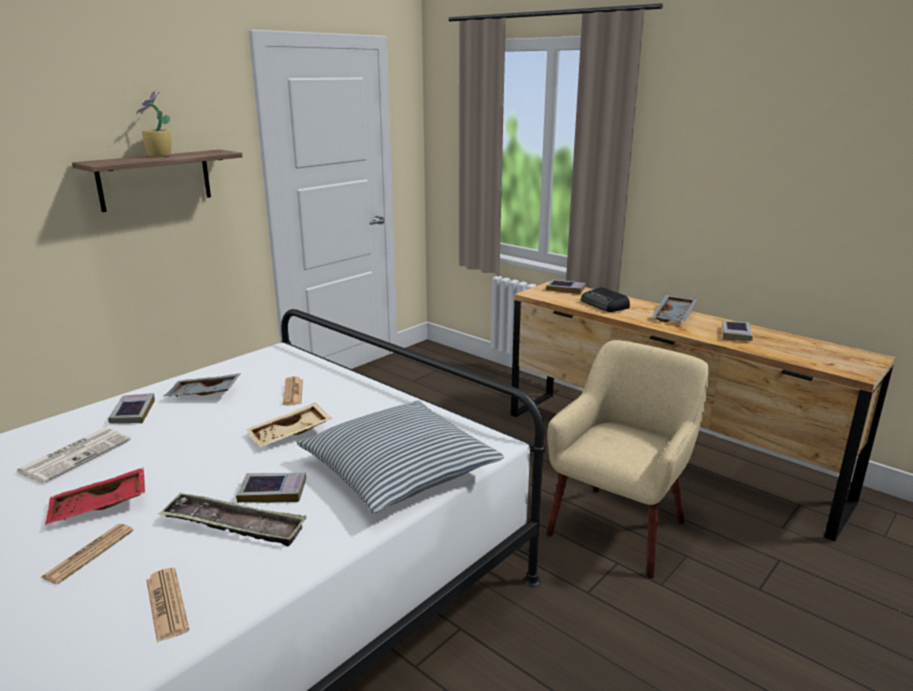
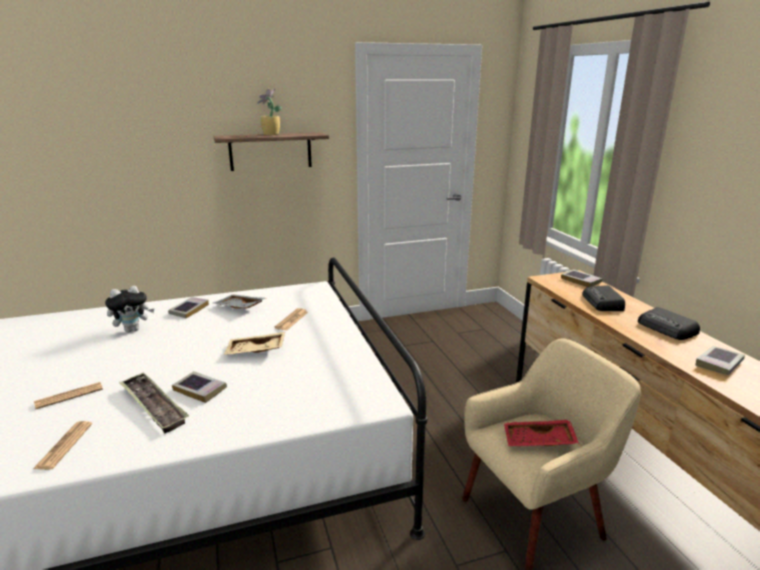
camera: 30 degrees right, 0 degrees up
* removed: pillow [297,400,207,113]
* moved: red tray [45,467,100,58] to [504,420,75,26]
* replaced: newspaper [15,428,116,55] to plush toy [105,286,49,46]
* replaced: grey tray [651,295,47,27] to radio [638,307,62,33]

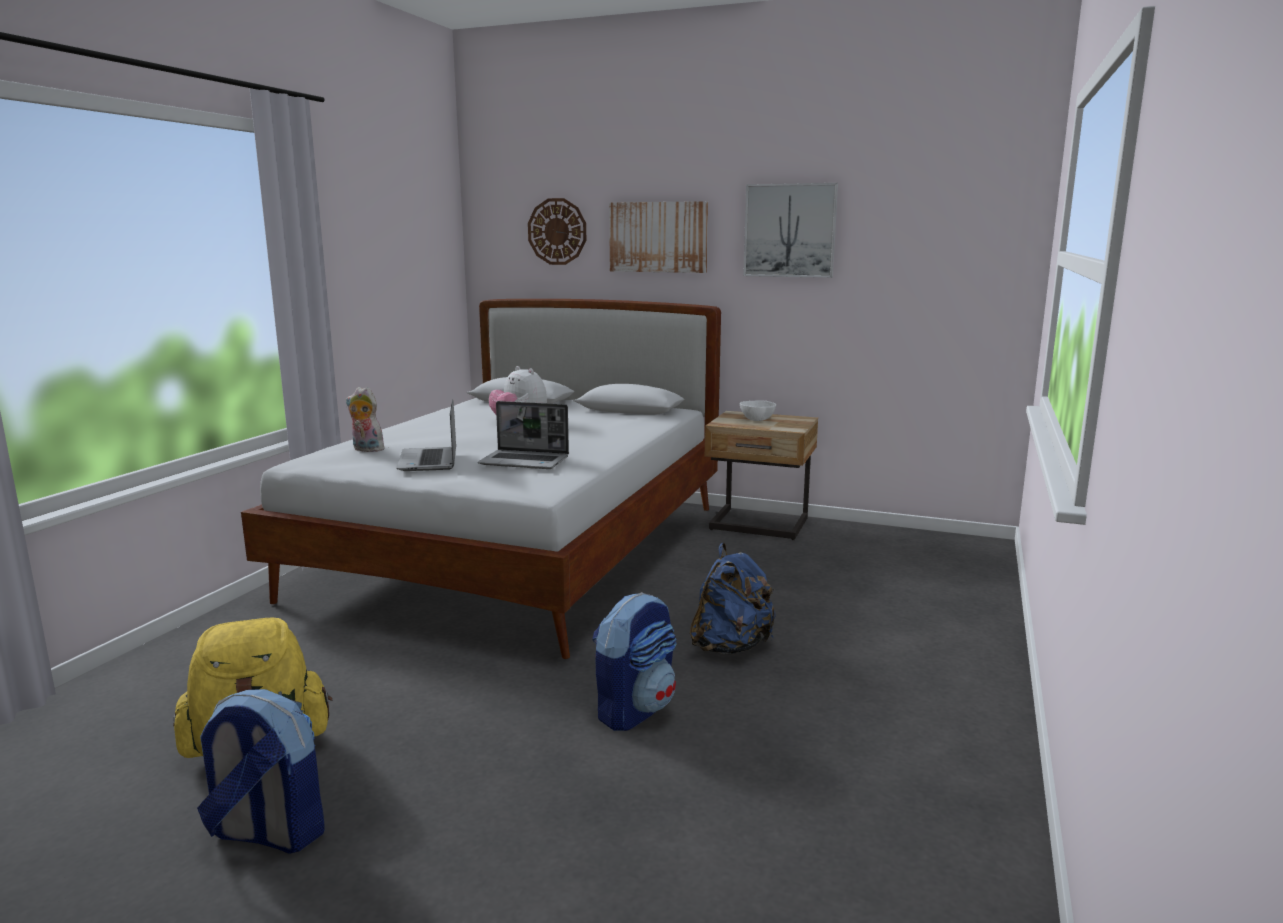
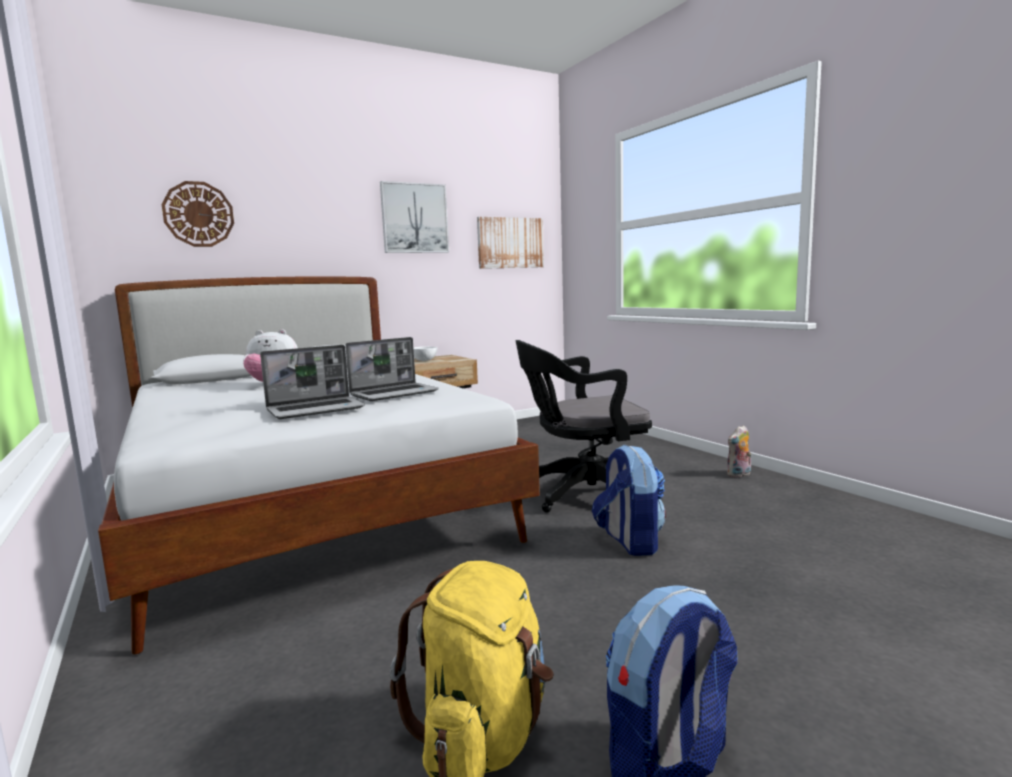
camera: 50 degrees left, 5 degrees down
* moved: plush toy [346,387,41,65] to [727,425,24,52]
* moved: picture [609,201,99,72] to [477,217,67,52]
* replaced: blue backpack [690,543,86,111] to black office chair [516,340,136,173]
* turned: laptop [396,399,60,72] = [260,345,105,74] 60 degrees counterclockwise

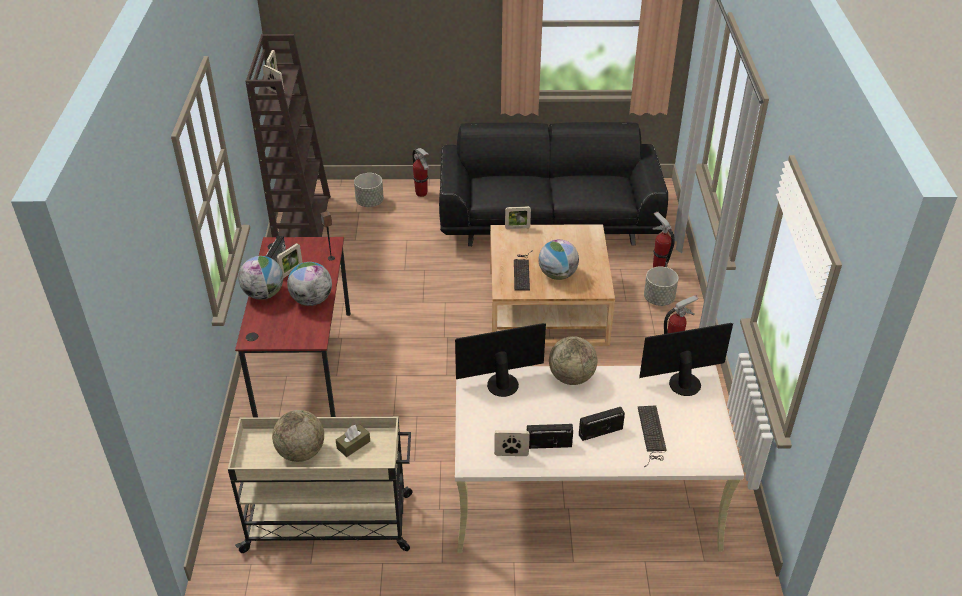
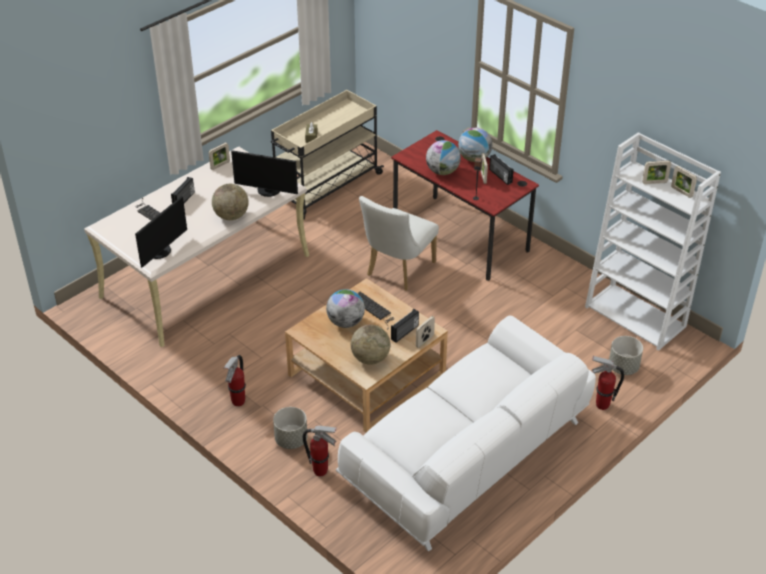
camera: 135 degrees right, 0 degrees up
* added: white chair [359,196,80,95]
* moved: globe [272,410,52,52] to [351,324,39,41]
* moved: radio [527,424,46,25] to [391,309,28,34]
* recoloured: brown bookcase [245,34,86,203] to white bookcase [585,132,136,219]
* recoloured: black sofa [439,122,229,124] to white sofa [336,315,260,236]
* turned: monitor [455,323,91,74] = [231,150,67,47] 75 degrees clockwise

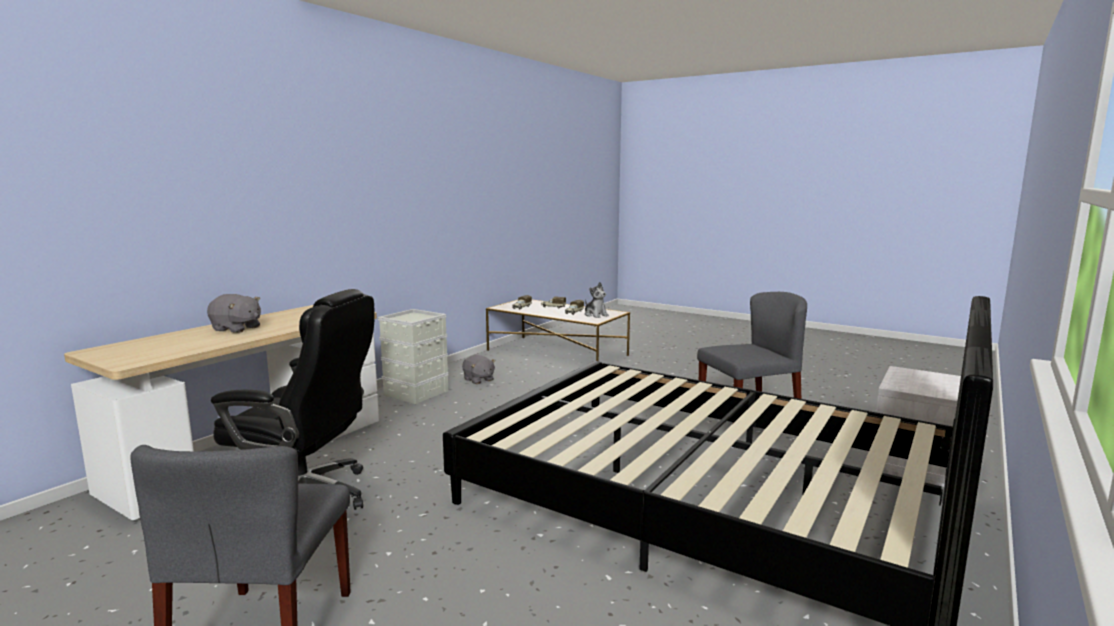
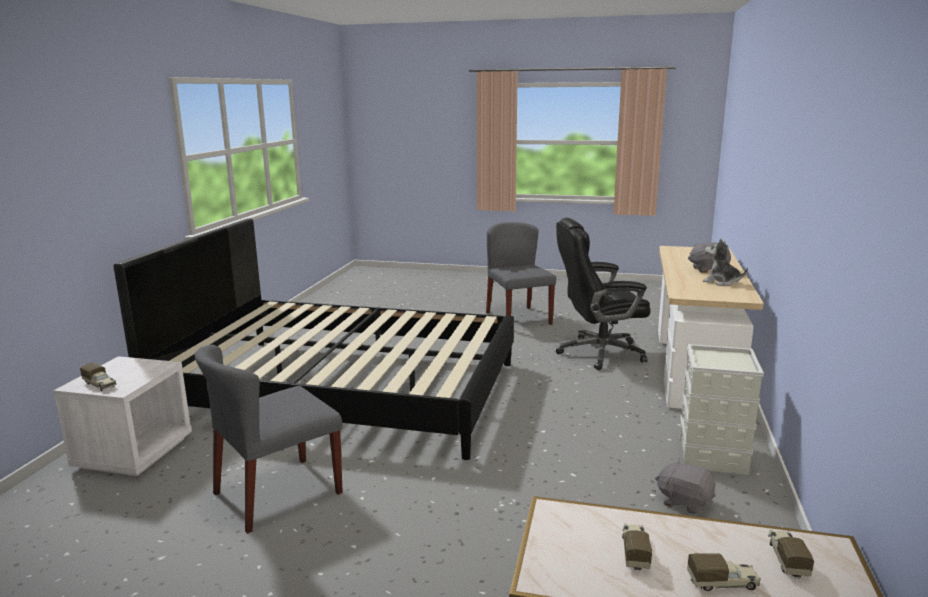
camera: 160 degrees right, 5 degrees up
* added: toy truck [80,363,37,28]
* moved: plush toy [585,282,24,36] to [703,239,45,47]

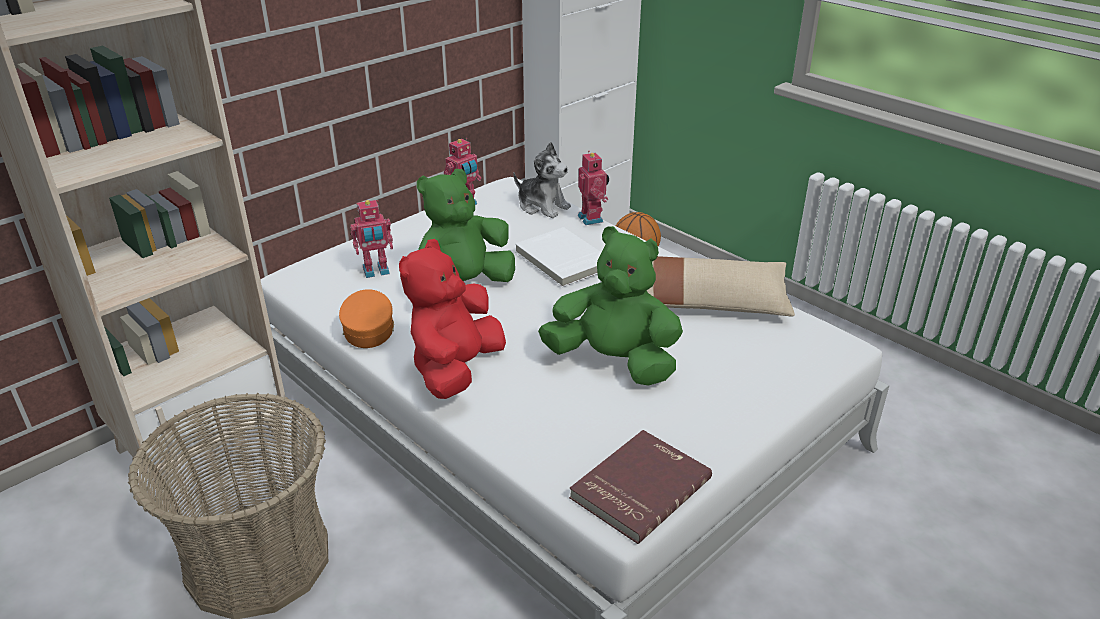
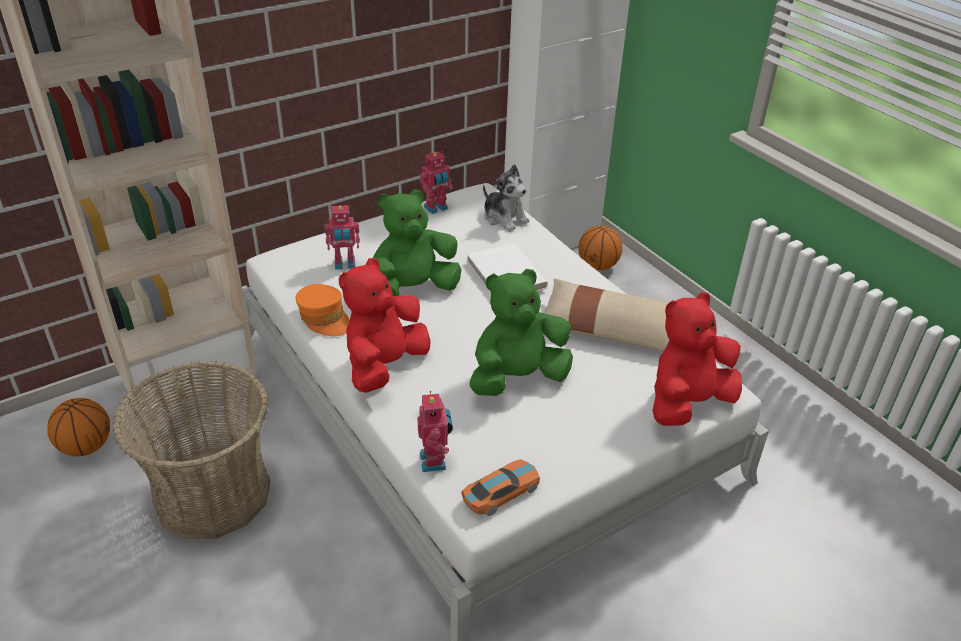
camera: 10 degrees right, 5 degrees up
* added: basketball [47,398,63,59]
* added: red plush toy [653,292,89,134]
* moved: toy robot [578,151,31,74] to [418,391,35,81]
* replaced: red book [569,430,143,114] to toy car [461,459,79,57]
* turned: orange cap [339,289,55,59] = [296,284,54,52] 135 degrees clockwise
* turned: green plush toy [538,226,145,160] = [469,269,104,127] 60 degrees counterclockwise

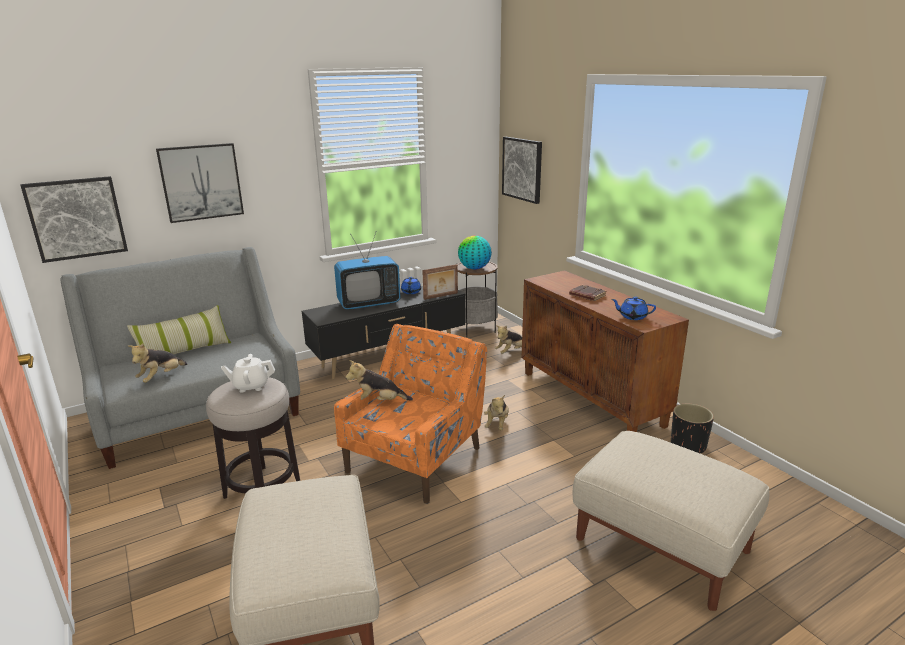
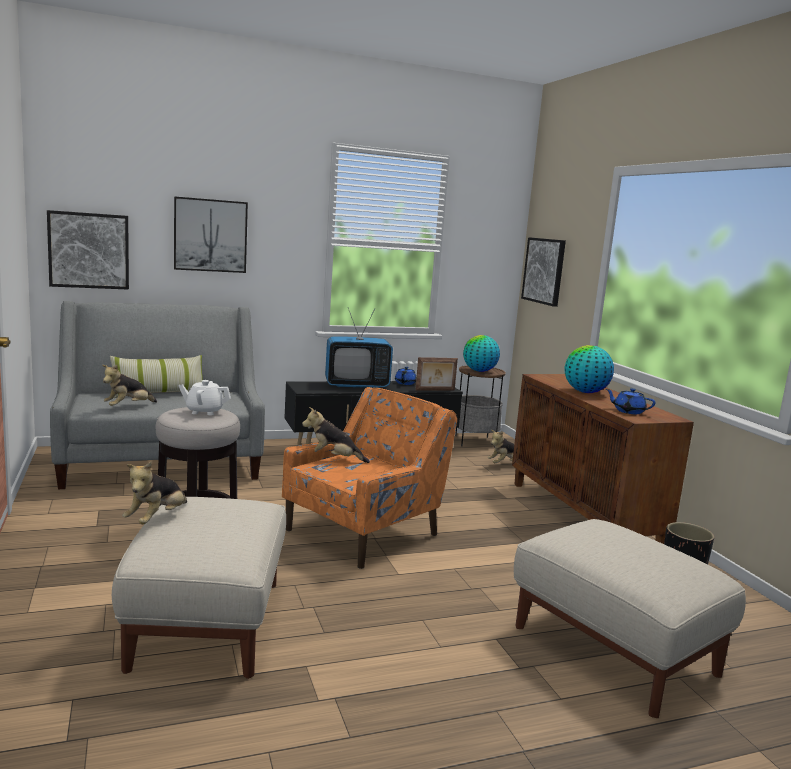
camera: 10 degrees right, 10 degrees down
* moved: plush toy [484,395,25,35] to [123,462,64,62]
* replaced: brown book [569,285,37,16] to globe [565,345,49,48]

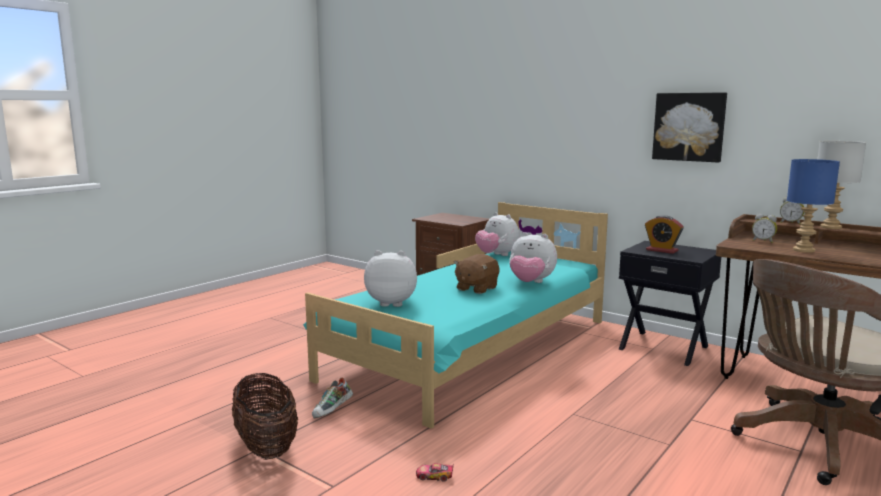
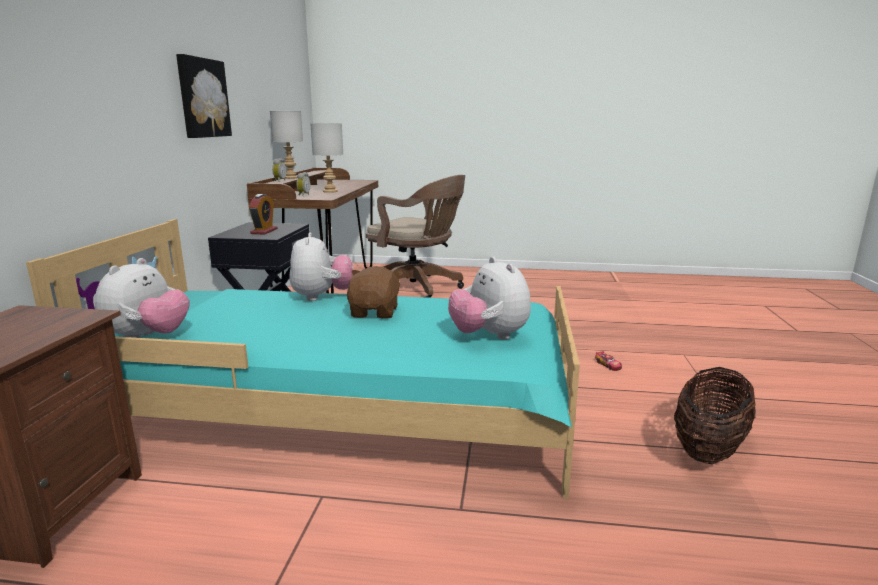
camera: 120 degrees left, 5 degrees up
* removed: shoe [312,377,41,42]
* recoloured: blue table lamp [787,159,53,94] to grey table lamp [311,123,32,70]
* turned: brown plush toy [454,254,45,40] = [347,266,56,53] 90 degrees counterclockwise

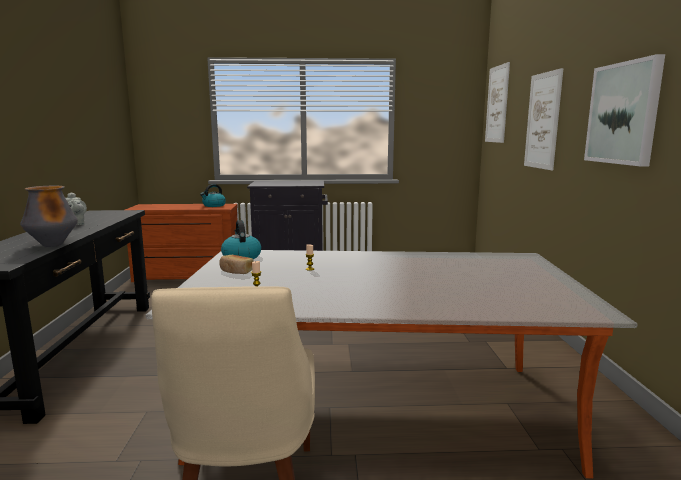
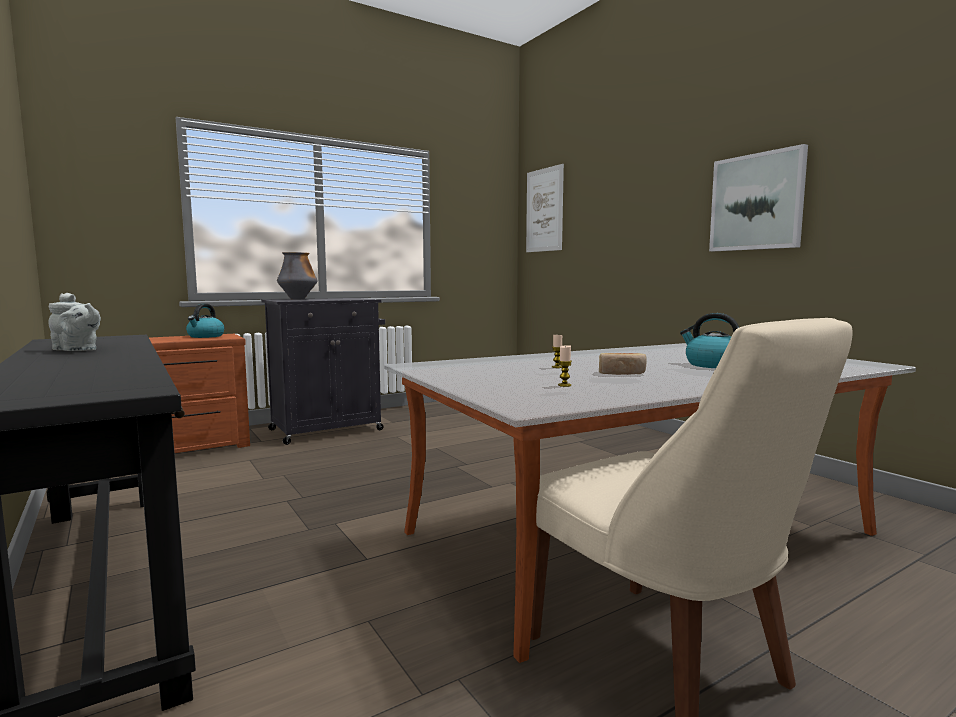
camera: 30 degrees left, 5 degrees down
* removed: picture [524,68,39,102]
* moved: vase [20,186,58,61] to [277,252,40,47]
* moved: bread [219,255,35,19] to [599,353,48,22]
* moved: kettle [221,220,40,39] to [680,313,59,55]

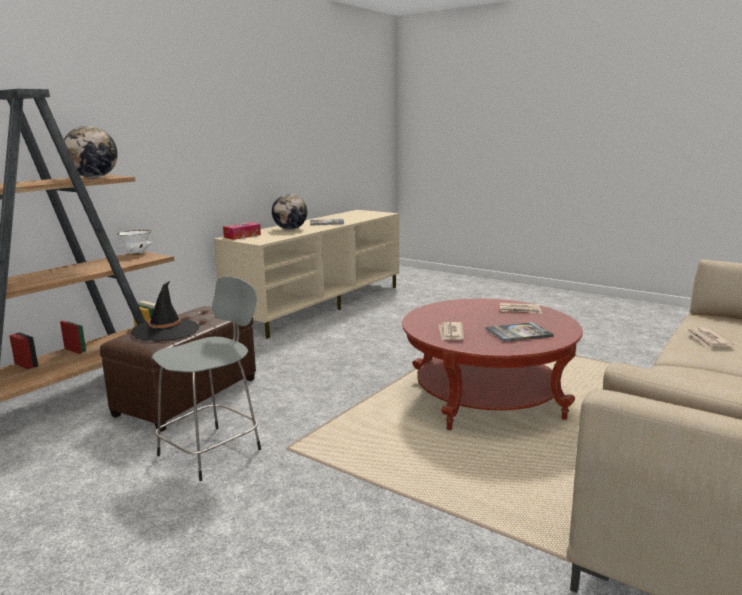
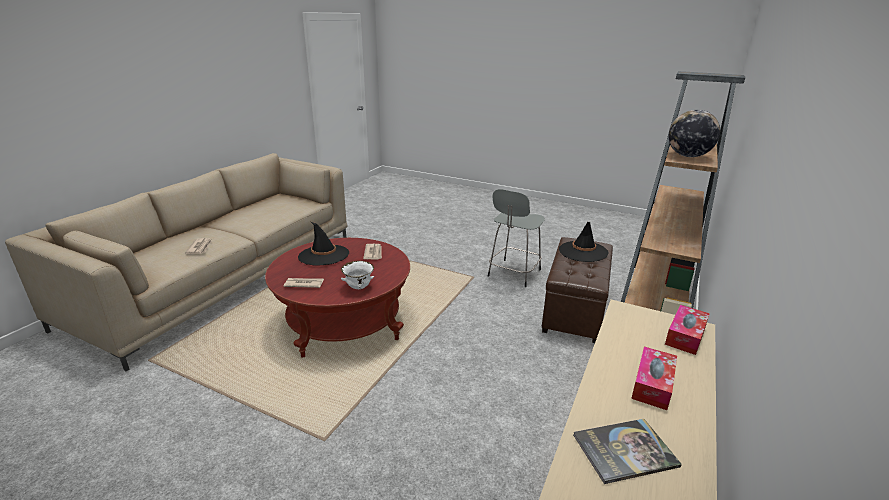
camera: 170 degrees right, 10 degrees up
* moved: white bowl [117,230,35,25] to [341,261,33,28]
* replaced: globe [272,194,35,36] to tissue box [631,347,46,63]
* replaced: book [486,322,68,20] to black hat [298,222,51,44]

